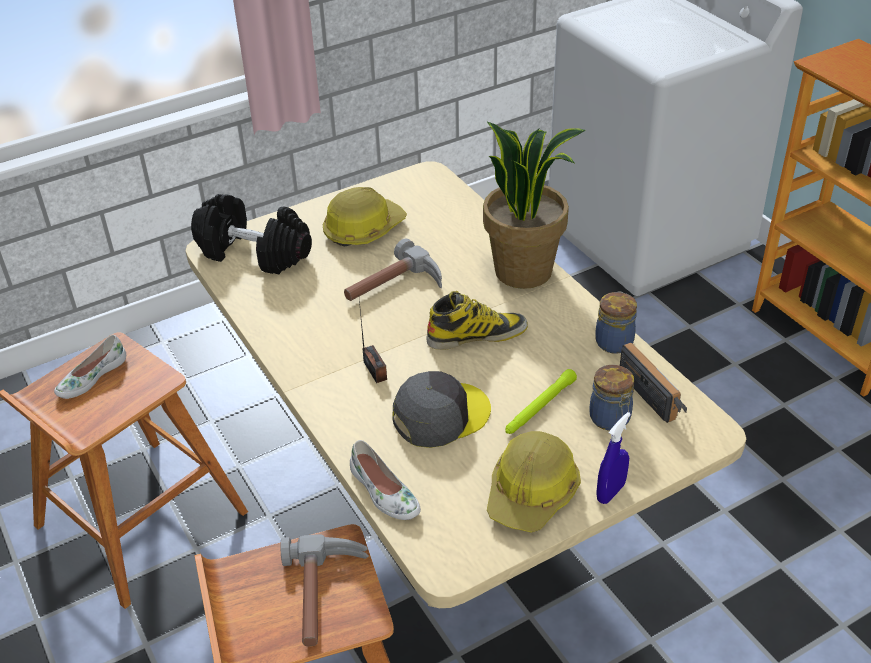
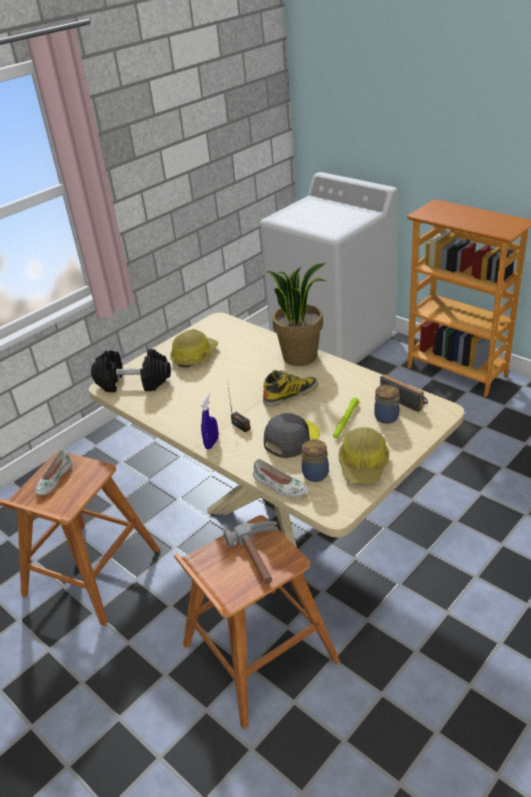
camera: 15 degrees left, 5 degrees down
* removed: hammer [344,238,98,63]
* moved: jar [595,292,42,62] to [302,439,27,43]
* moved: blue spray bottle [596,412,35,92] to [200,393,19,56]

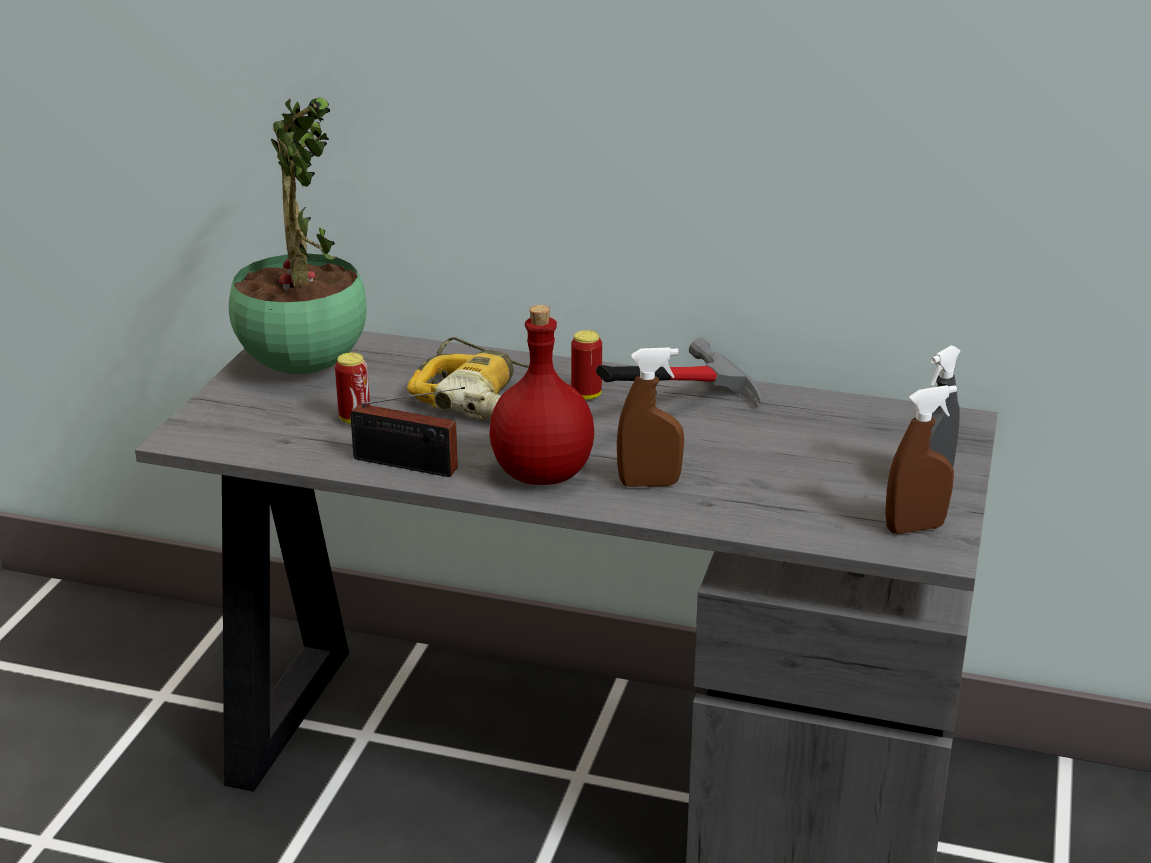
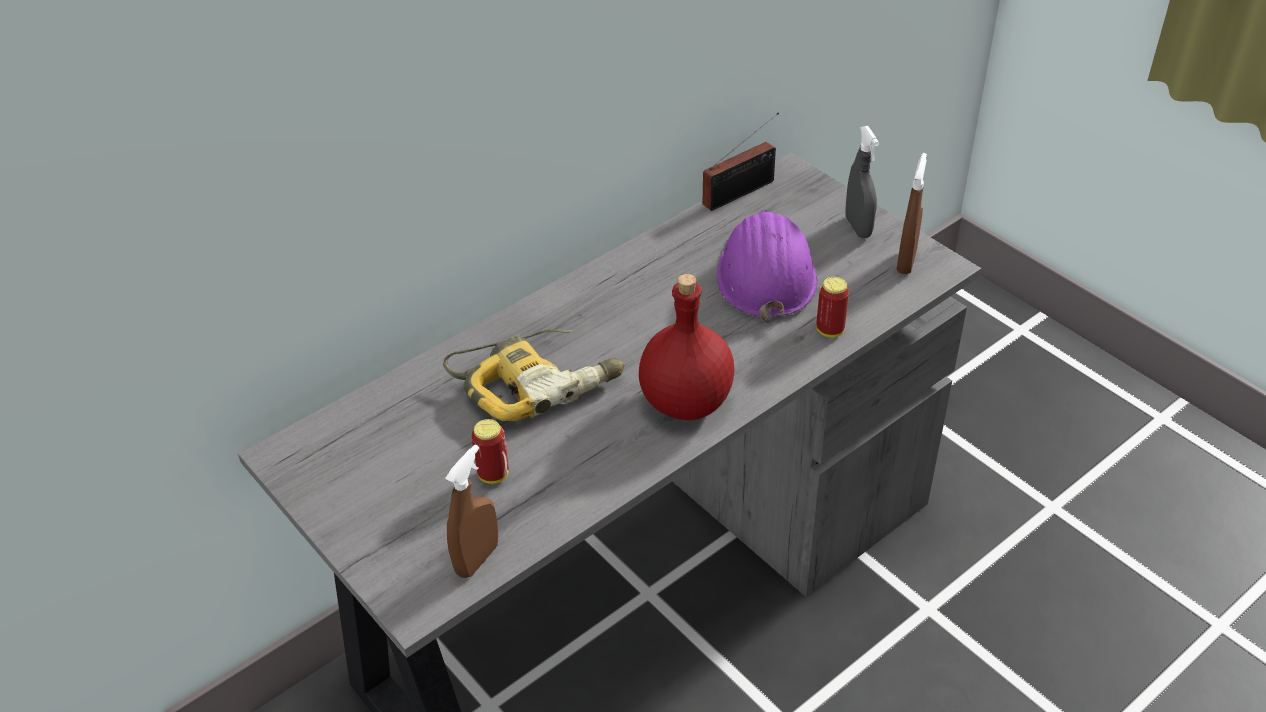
camera: 55 degrees left, 15 degrees up
* removed: potted plant [229,98,138,276]
* removed: hammer [596,337,165,71]
* added: purple hard hat [717,210,101,113]
* moved: radio [350,387,115,90] to [703,112,76,99]
* moved: can [571,330,31,70] to [816,277,33,61]
* moved: brown spray bottle [617,347,67,140] to [445,444,53,134]

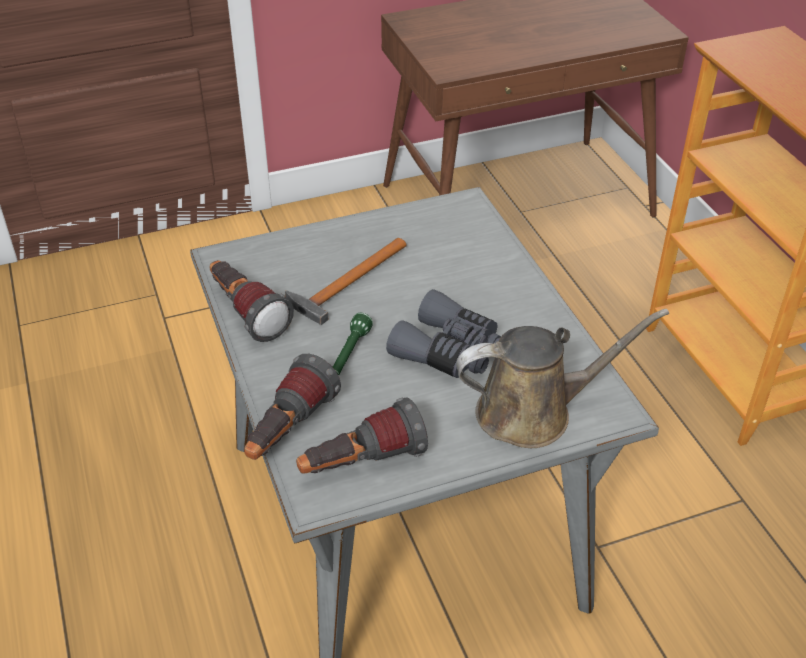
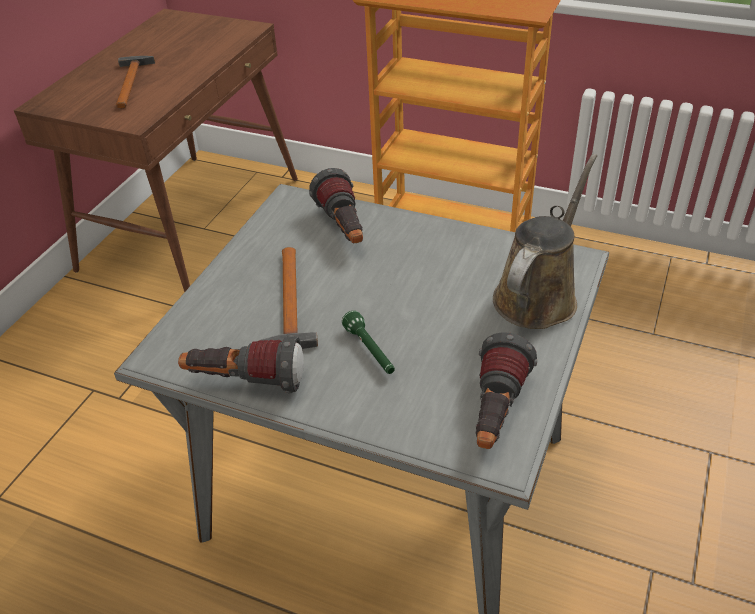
camera: 45 degrees left, 0 degrees up
* removed: grey binoculars [386,289,115,89]
* added: hammer [116,56,39,52]
* moved: flashlight [244,354,97,106] to [309,168,54,75]

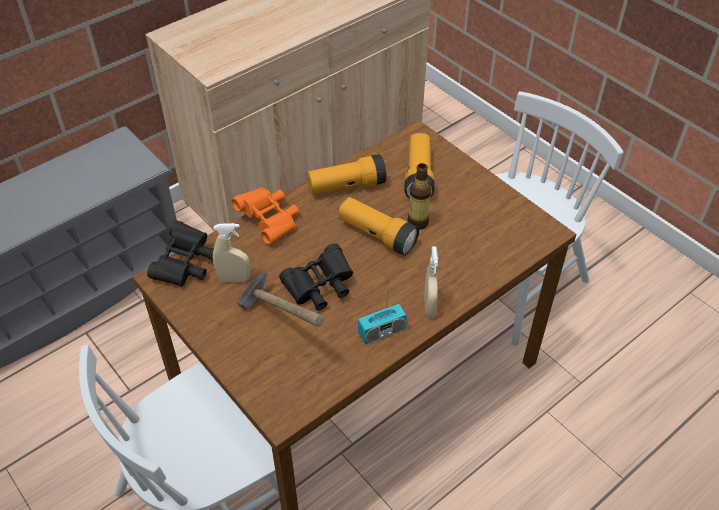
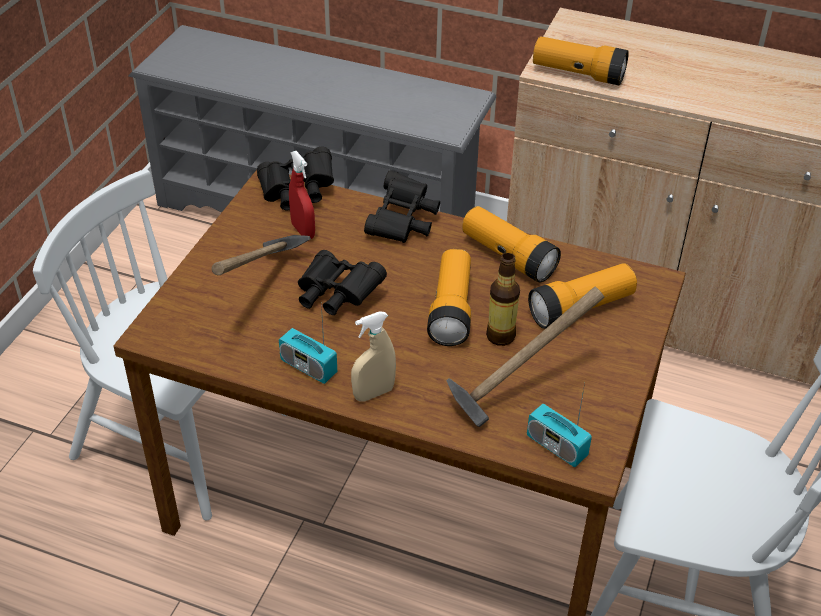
camera: 60 degrees right, 5 degrees down
* added: hammer [446,287,158,140]
* added: radio [527,383,65,84]
* added: flashlight [533,36,96,49]
* recoloured: beige spray bottle [213,223,37,59] to red spray bottle [289,151,26,88]
* recoloured: orange binoculars [232,187,67,58] to black binoculars [364,170,76,73]

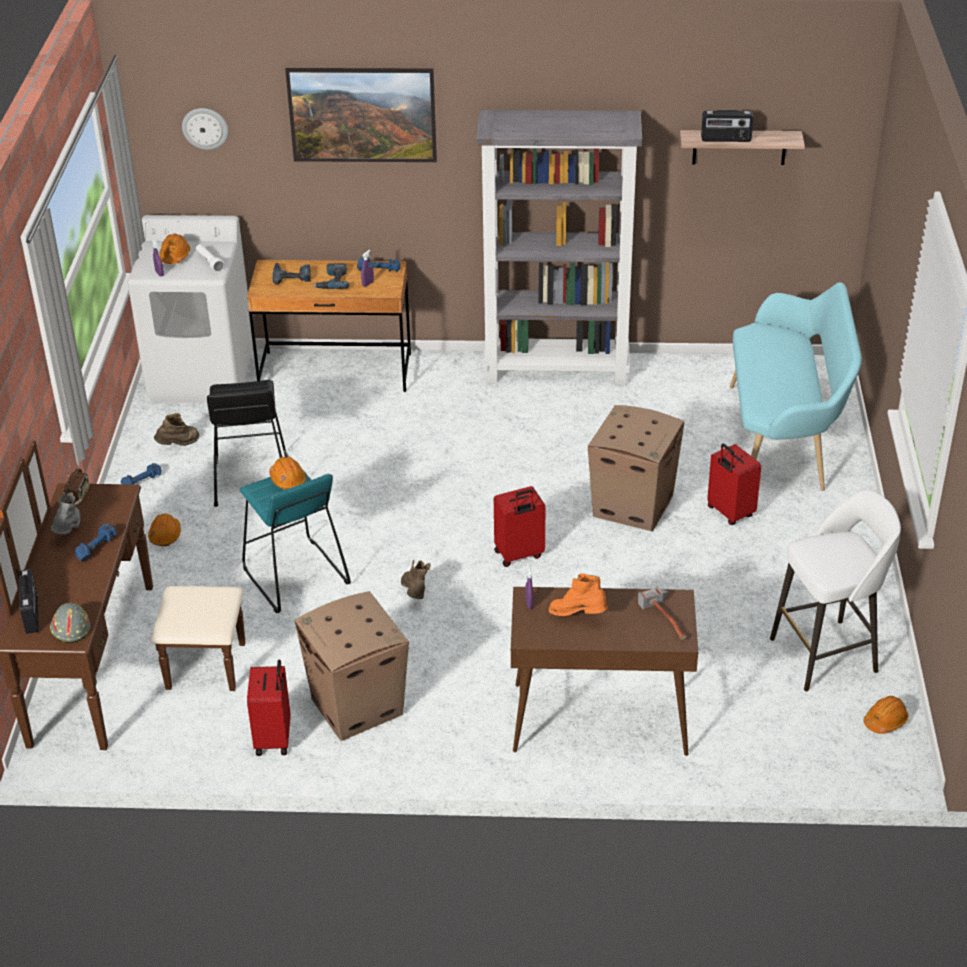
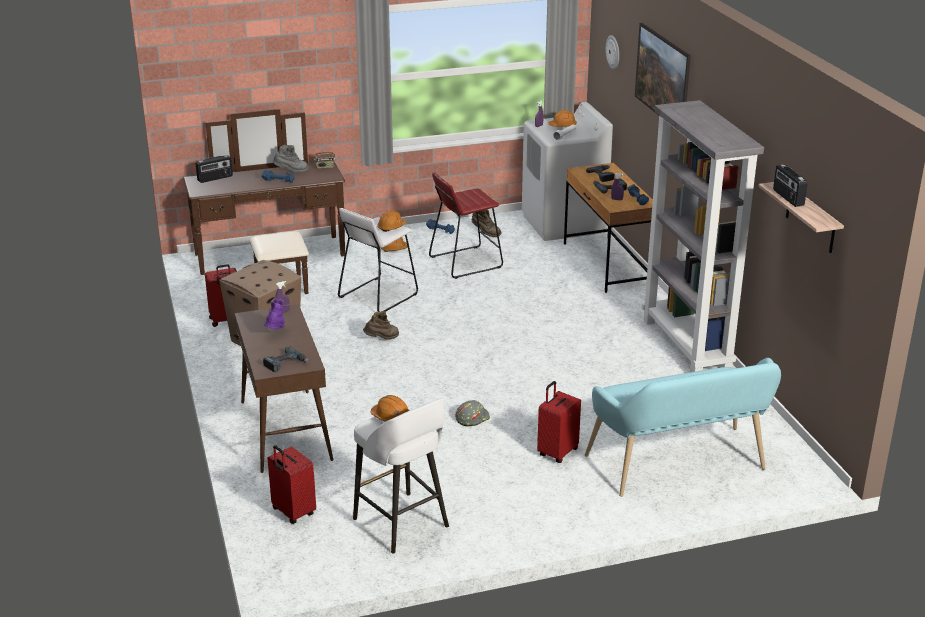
camera: 70 degrees right, 10 degrees down
* removed: cardboard box [588,405,96,127]
* moved: grey hard hat [50,603,40,40] to [455,400,35,27]
* moved: red suitcase [494,486,51,81] to [267,445,49,79]
* moved: orange hard hat [864,696,45,38] to [371,395,38,27]
* replaced: hammer [638,586,48,54] to power drill [263,346,46,26]
* recoloured: black stool [207,380,81,127] to red stool [429,172,74,107]
* recoloured: turquoise stool [240,470,111,143] to white stool [338,208,80,104]
* recoloured: orange boot [549,573,59,43] to purple boot [264,298,25,32]

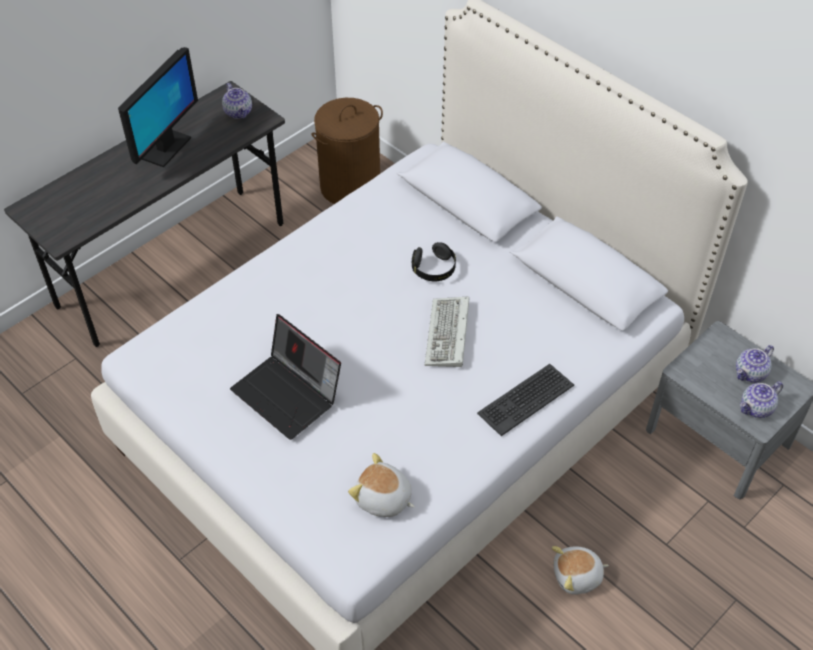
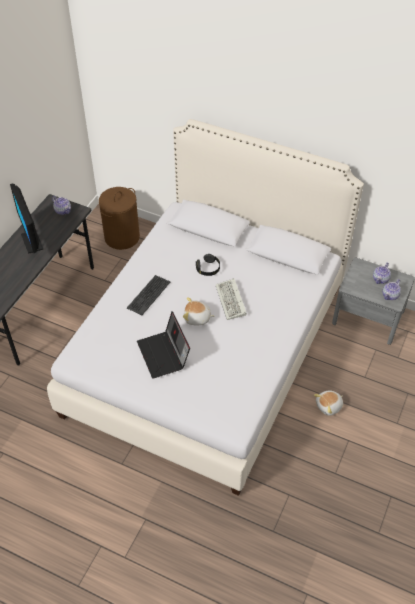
camera: 20 degrees left, 0 degrees up
* moved: plush toy [348,453,67,64] to [183,297,32,29]
* moved: keyboard [477,364,97,72] to [127,275,43,40]
* turned: monitor [118,47,80,120] = [10,184,34,70] 150 degrees clockwise
* turned: laptop [230,314,111,126] = [137,311,53,68] 45 degrees clockwise

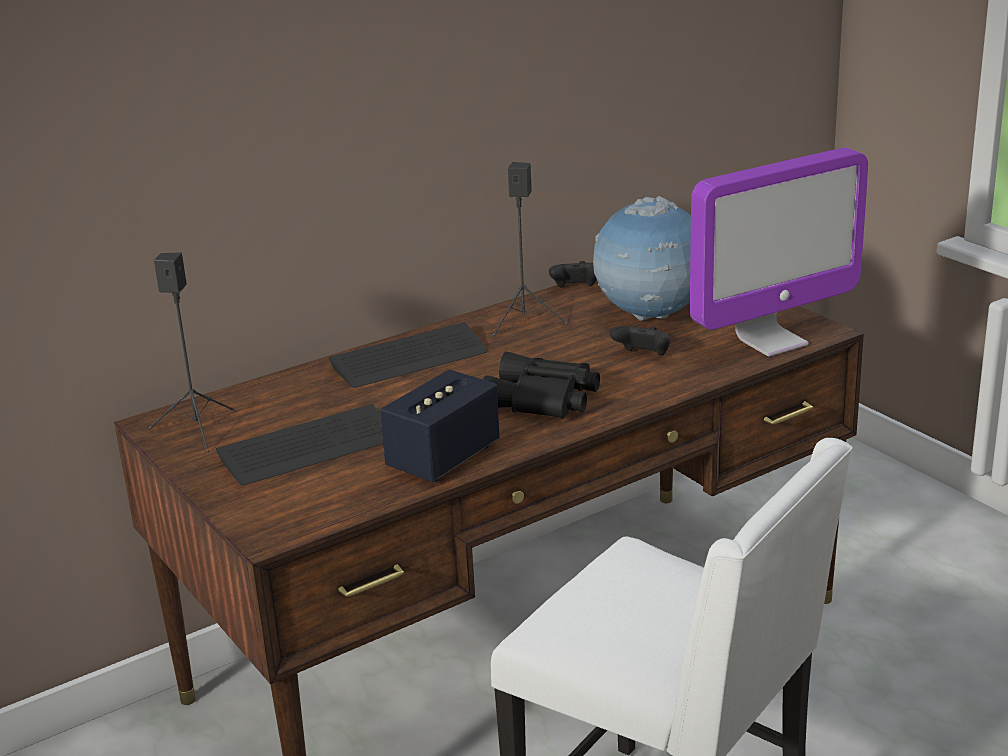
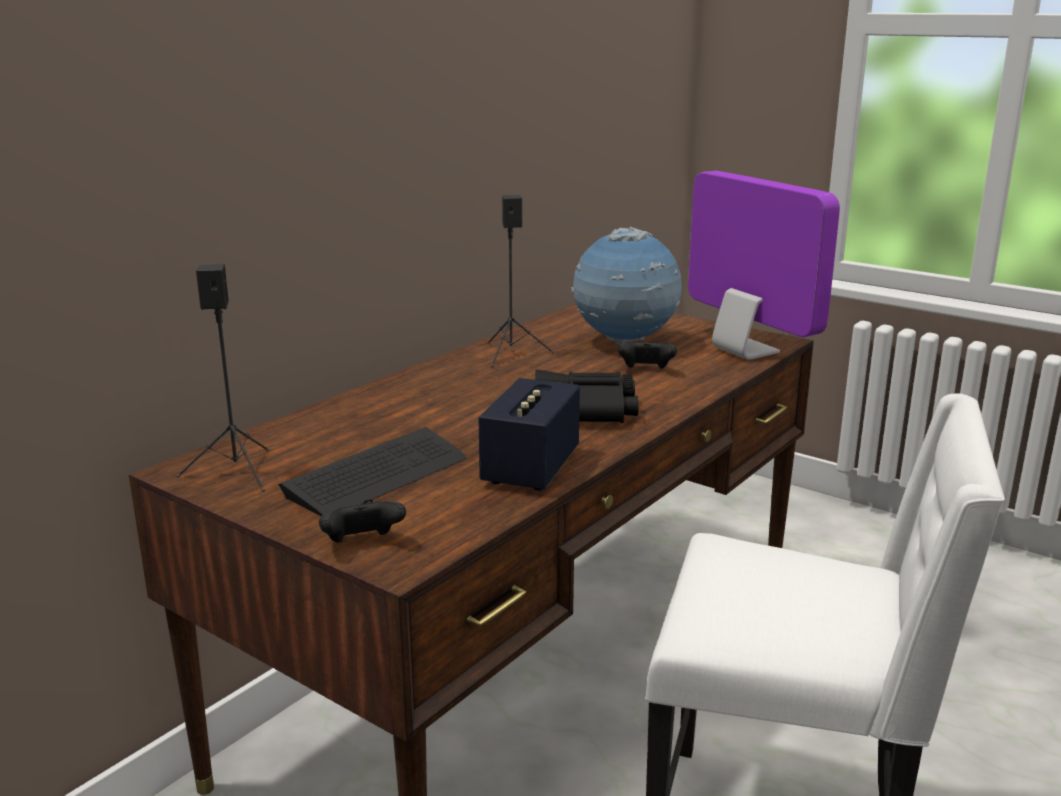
camera: 20 degrees left, 5 degrees down
* removed: keyboard [328,322,159,66]
* moved: black game controller [549,261,48,27] to [319,499,87,44]
* turned: monitor [690,148,178,209] = [688,171,152,189] 75 degrees counterclockwise

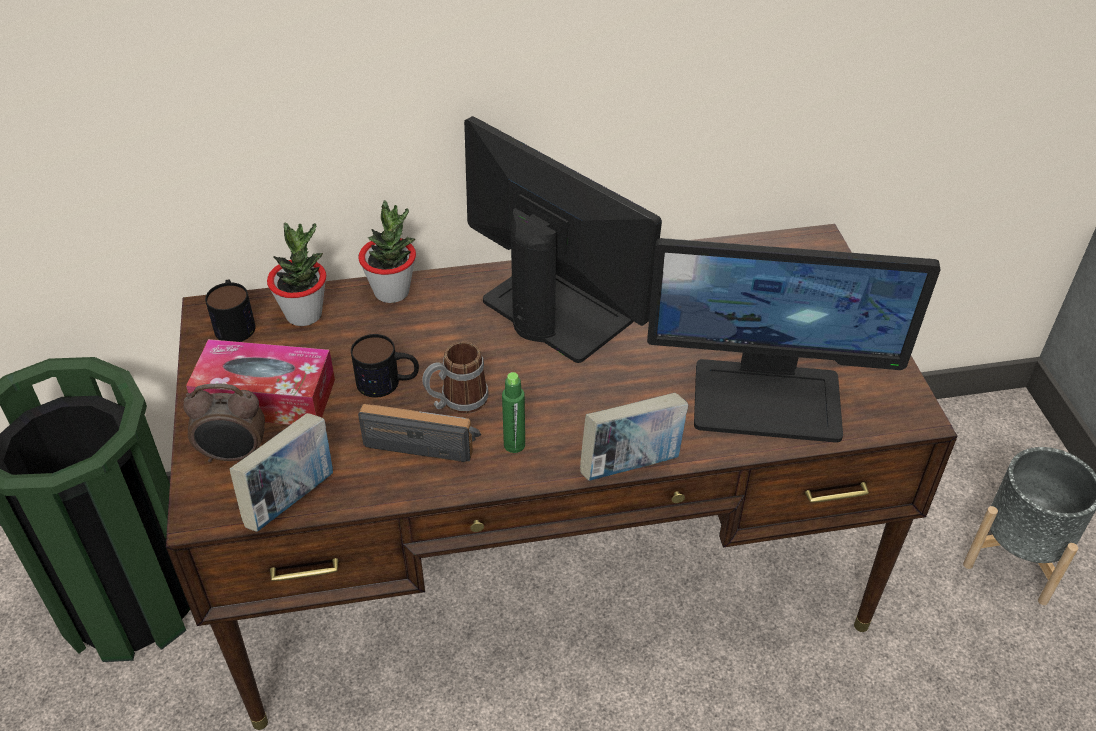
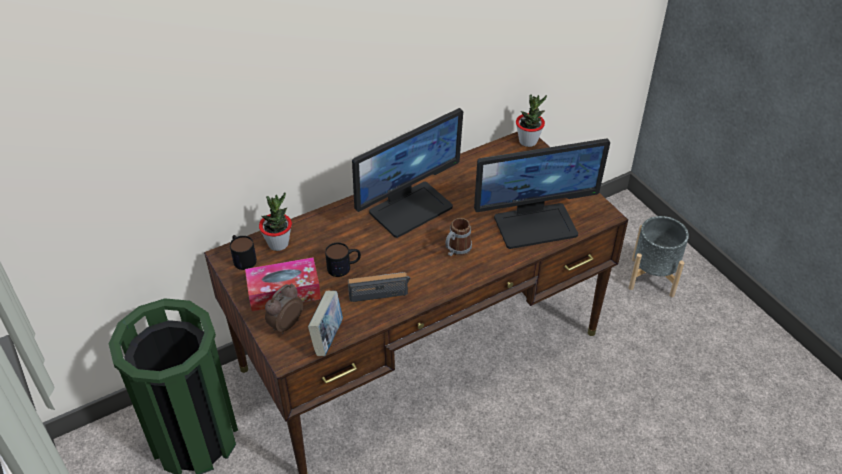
camera: 20 degrees left, 0 degrees up
* removed: green bottle [502,372,23,81]
* removed: book [580,393,108,88]
* moved: potted plant [358,200,58,103] to [516,94,31,53]
* moved: mug [422,342,66,72] to [445,218,27,38]
* turned: alarm clock [183,384,82,78] = [265,284,38,50] 150 degrees clockwise
* turned: monitor [464,116,198,247] = [352,108,111,130] 120 degrees clockwise

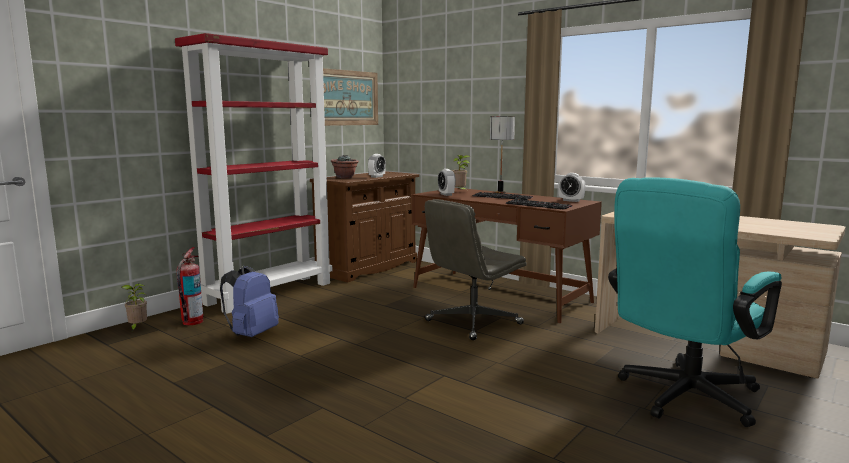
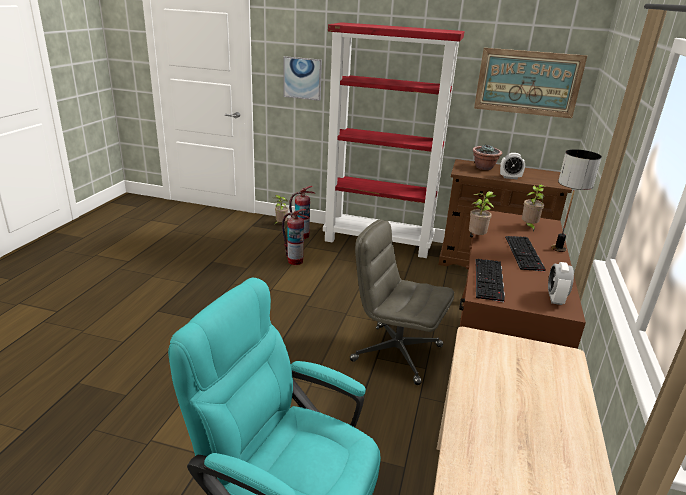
camera: 65 degrees right, 15 degrees up
* removed: alarm clock [438,169,18,27]
* added: picture [283,56,39,45]
* added: potted plant [469,191,28,44]
* replaced: blue backpack [220,266,59,71] to fire extinguisher [282,209,27,56]

